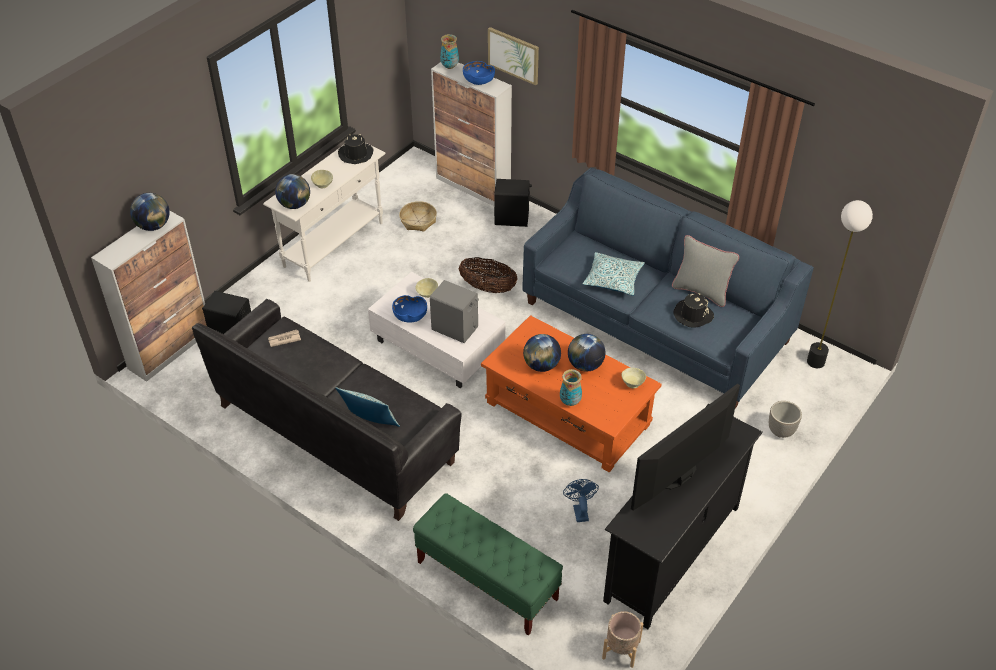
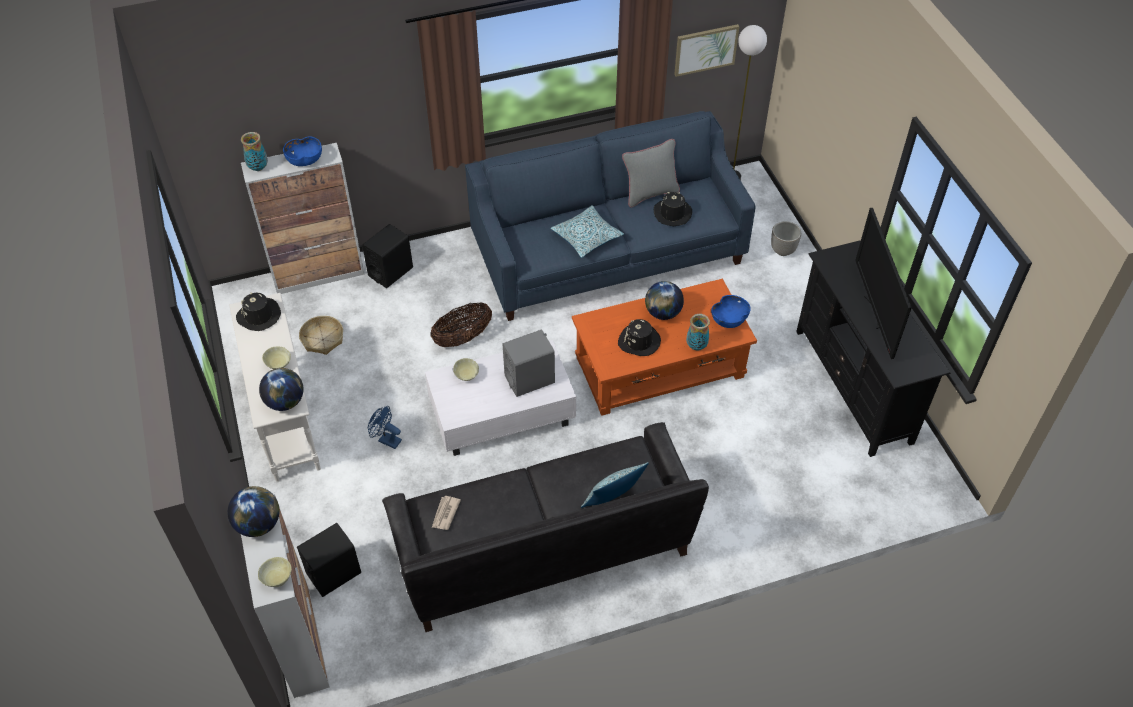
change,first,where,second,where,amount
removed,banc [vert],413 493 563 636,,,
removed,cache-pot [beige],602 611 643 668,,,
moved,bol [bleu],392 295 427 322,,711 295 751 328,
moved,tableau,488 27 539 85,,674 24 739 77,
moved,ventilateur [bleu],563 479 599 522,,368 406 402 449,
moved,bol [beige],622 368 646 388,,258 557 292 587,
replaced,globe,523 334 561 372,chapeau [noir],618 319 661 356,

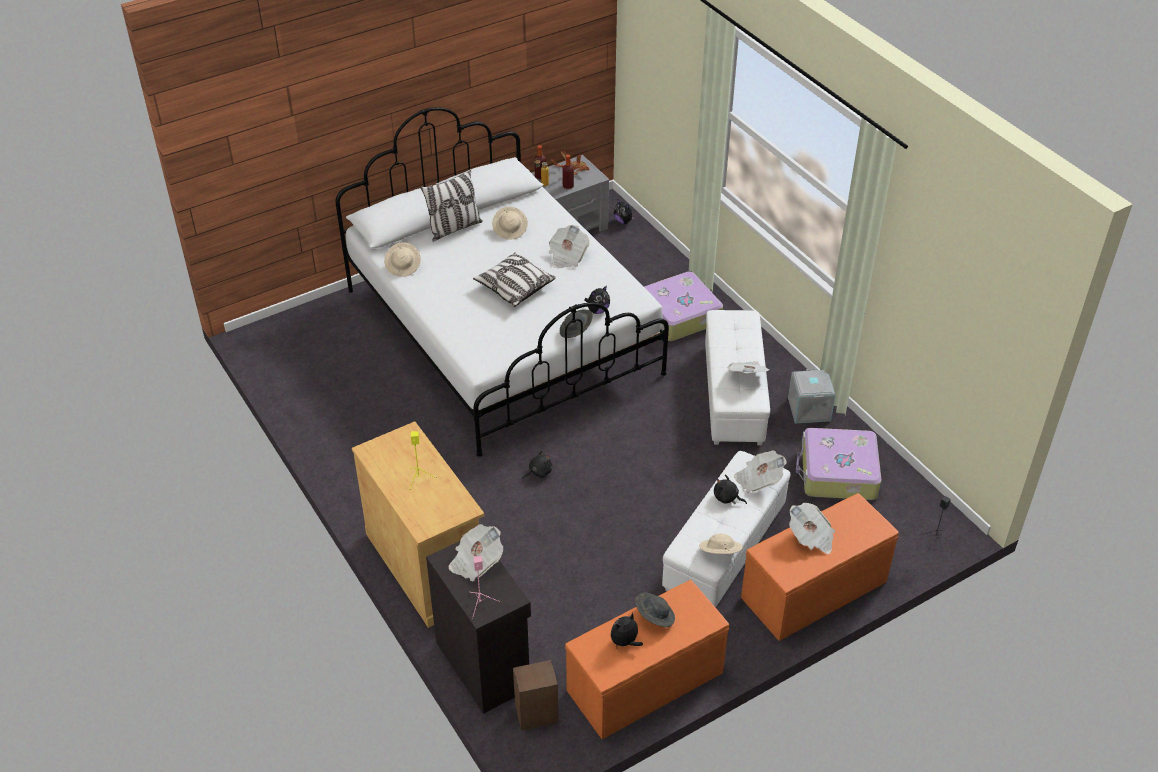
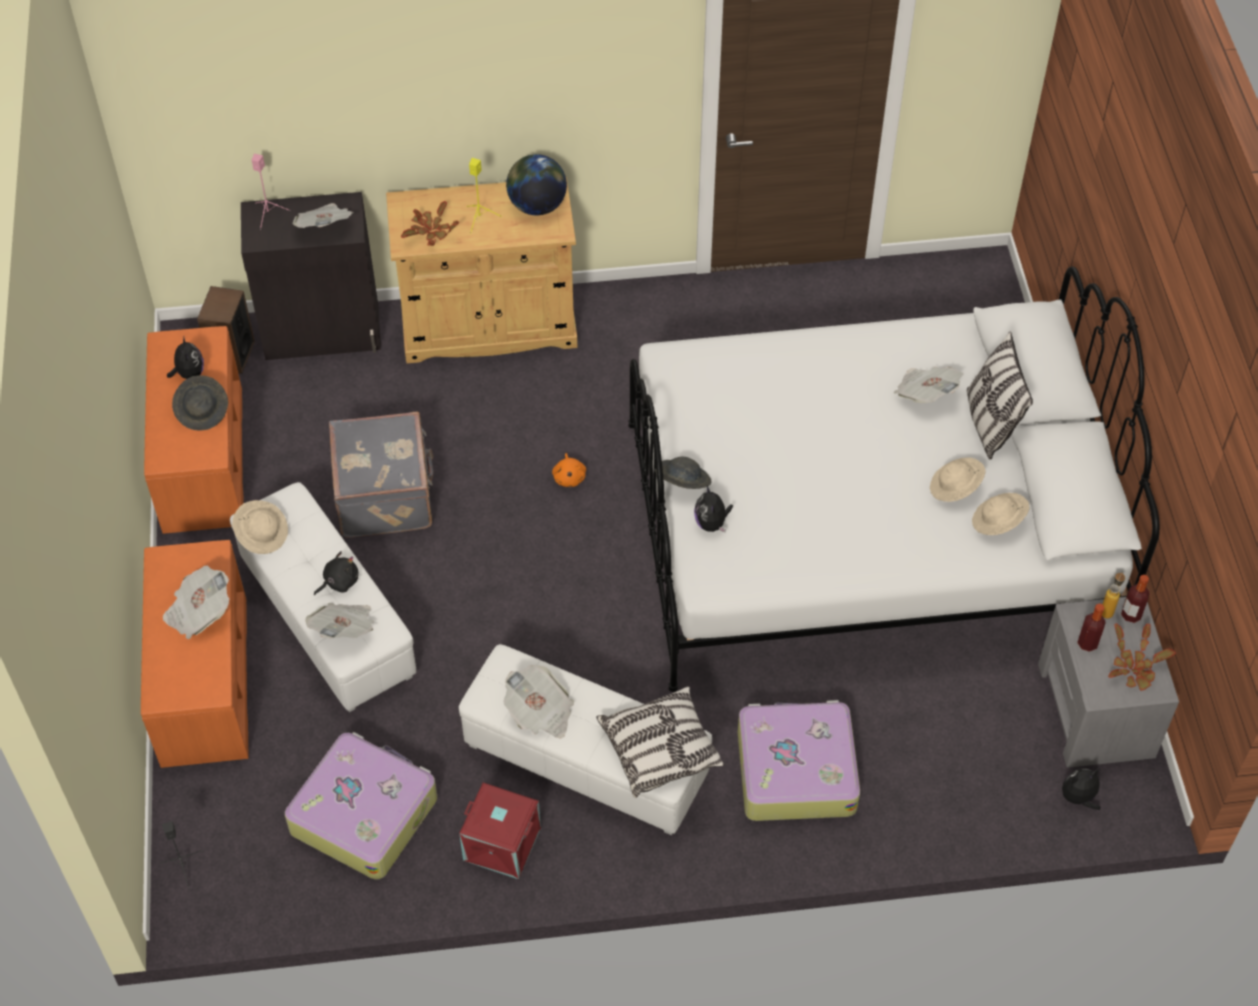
change,first,where,second,where,amount
added,,,valise [gris],329 412 434 538,
added,,,plante en pot,401 201 459 246,
added,,,globe,506 154 567 215,
moved,chapeau [beige],384 242 421 277,,972 493 1029 535,
moved,coussin,473 252 556 307,,596 686 725 798,
moved,journal,549 225 589 268,,894 367 963 403,
recoloured,peluche [noir],522 451 552 479,peluche [orange],552 453 586 487,
recoloured,boîte de rangement [gris],788 368 836 423,boîte de rangement [rouge],459 783 541 879,

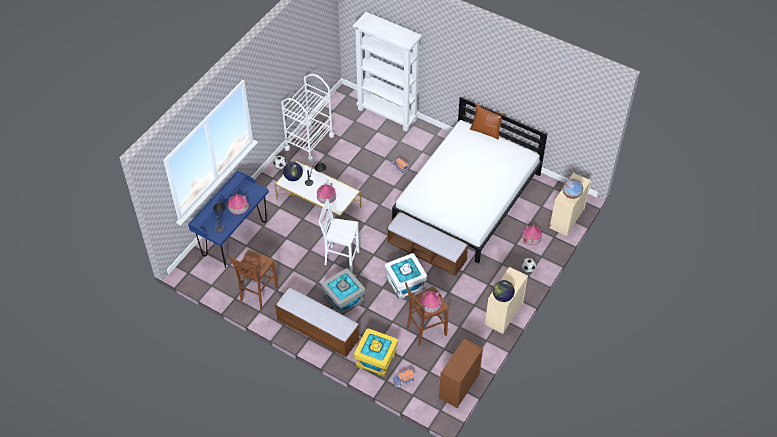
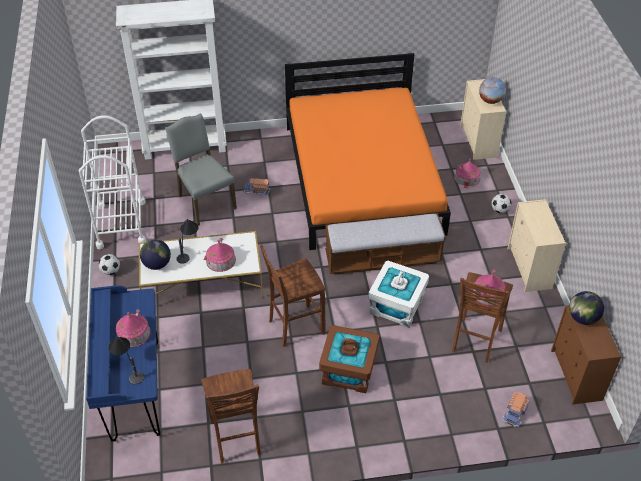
change,first,where,second,where,amount
removed,banc,274 288 360 357,,,
removed,boîte de rangement [jaune],354 328 398 377,,,
removed,coussin [marron],470 103 505 139,,,
added,,,chaise [gris],165 114 237 226,
moved,globe,493 280 515 302,,569 291 604 325,
recoloured,tabouret [blanc],318 199 360 272,tabouret [marron],260 244 326 347,
recoloured,boîte de rangement [gris],321 268 366 315,boîte de rangement [marron],319 325 379 393,
recoloured,lit [blanc],392 96 547 264,lit [orange],285 53 451 250,

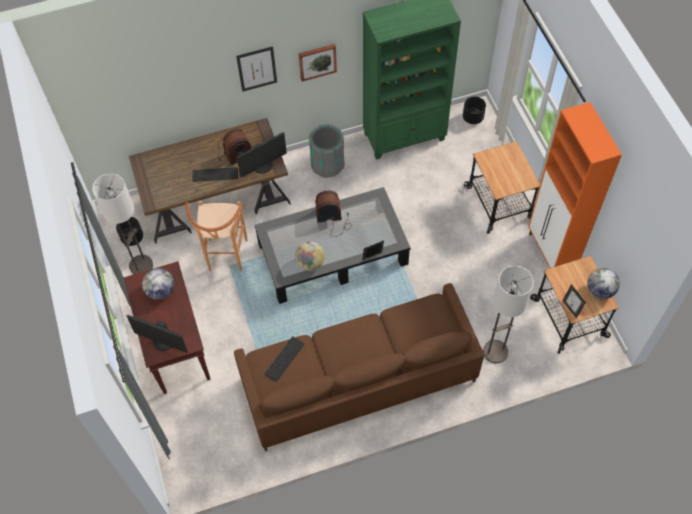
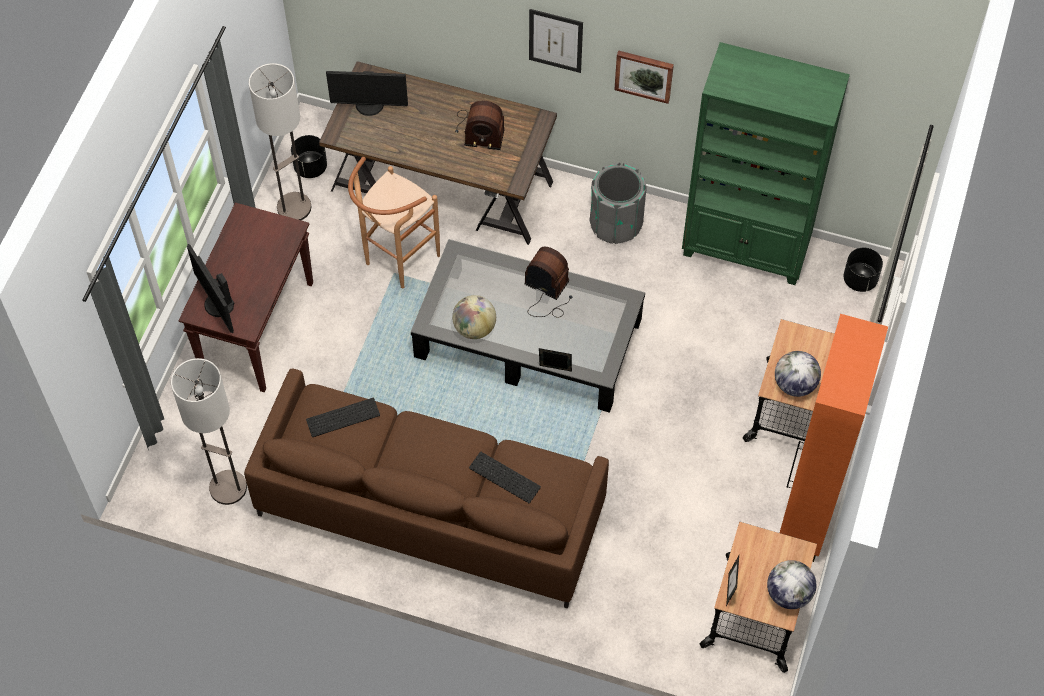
change,first,where,second,where,amount
moved,globe,142 268 174 300,,775 351 821 397,
moved,clavier,193 167 238 182,,469 452 541 503,
moved,écran d'ordinateur,237 132 287 177,,326 71 408 116,
moved,lampadaire,483 266 534 363,,171 358 247 505,

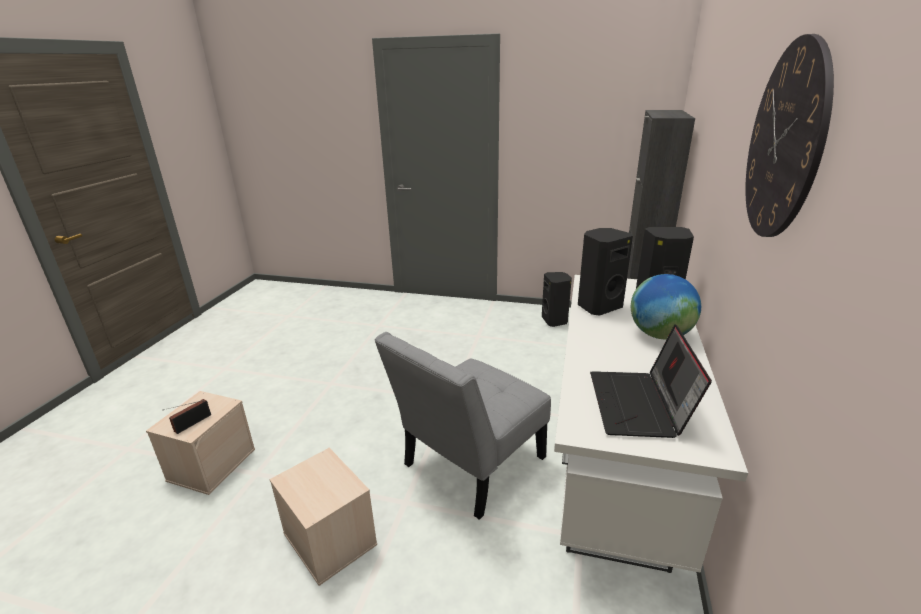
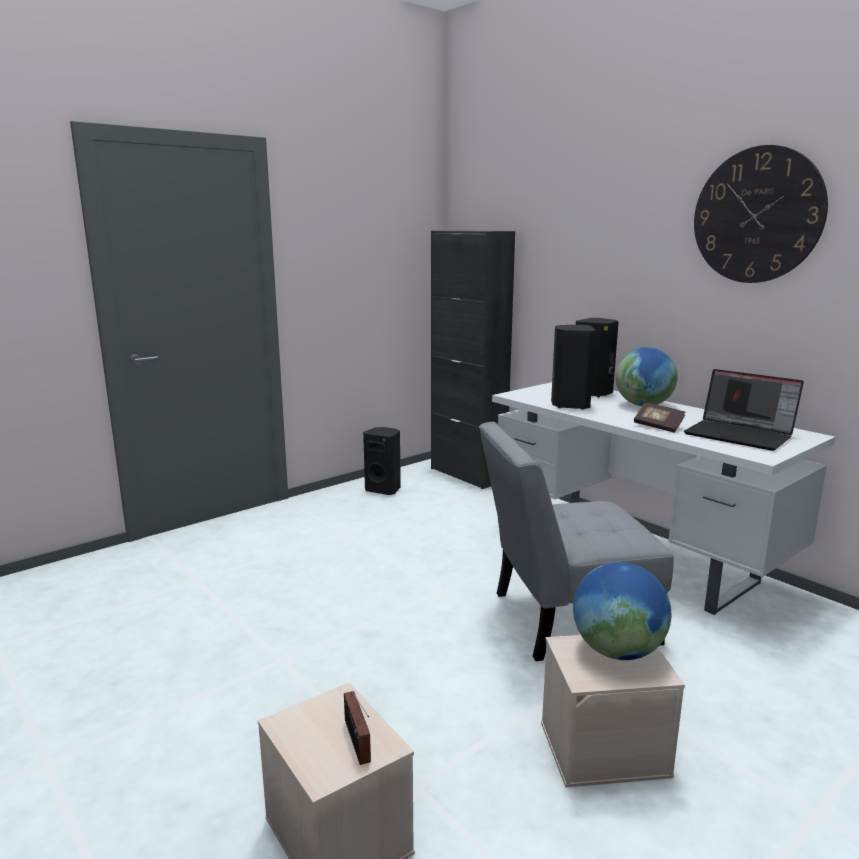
change,first,where,second,where,amount
added,,,globe,573 562 671 660,
added,,,livre,634 403 685 433,
turned,chaise [gris],374 332 551 520,,479 422 674 661,90 degrees clockwise

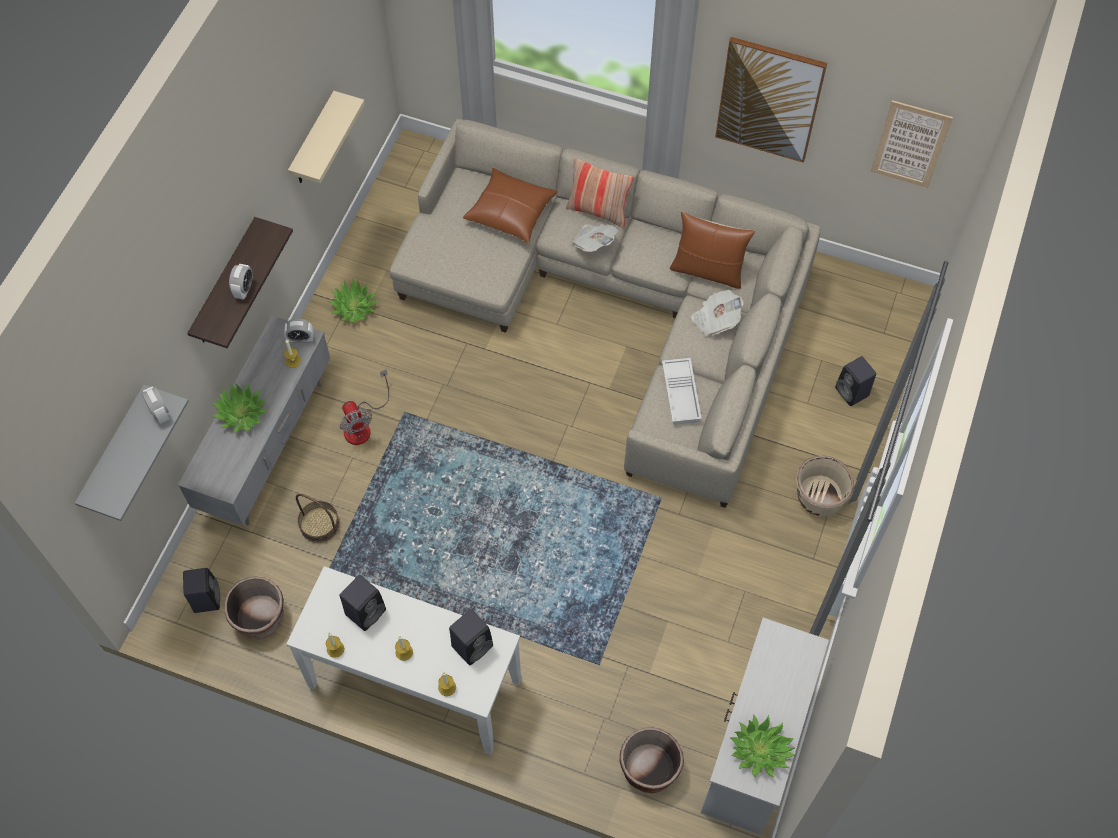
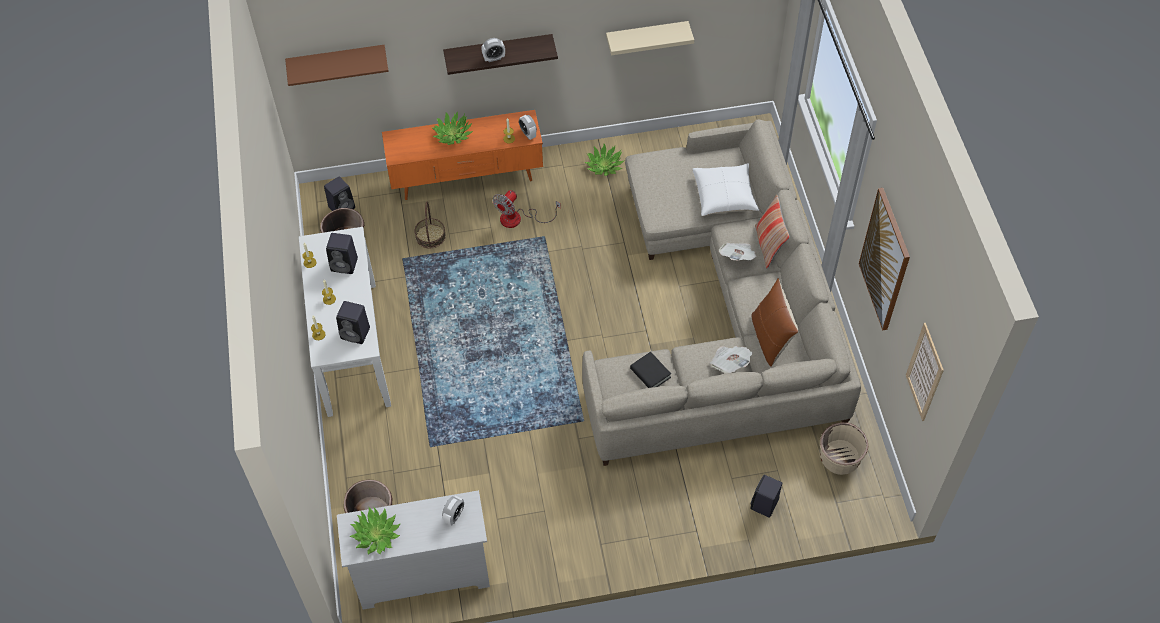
change,first,where,second,where,amount
moved,réveil,142 386 169 424,,442 496 464 526,
moved,cache-pot [beige],796 456 854 516,,820 422 869 475,
replaced,plateau [blanc],662 358 702 425,livre [noir],630 352 671 388,
recoloured,étagère [gris],75 385 189 521,étagère [marron],285 45 389 86,
recoloured,meuble télé [gris],178 316 330 525,meuble télé [orange],382 110 543 200,
recoloured,coussin [marron],463 168 558 243,coussin [blanc],692 163 759 216,

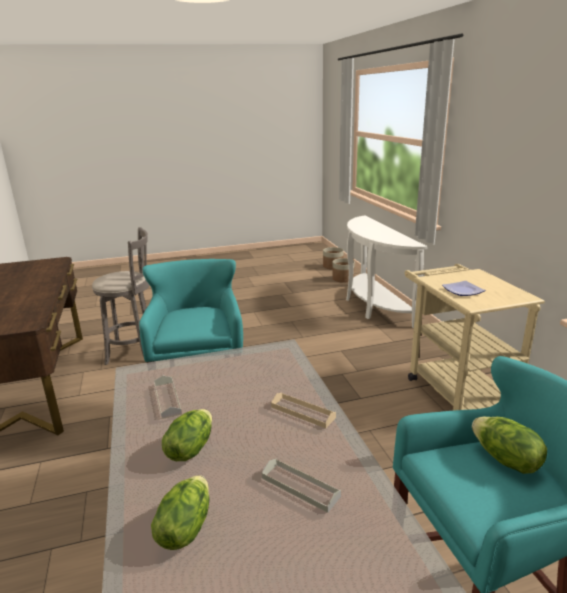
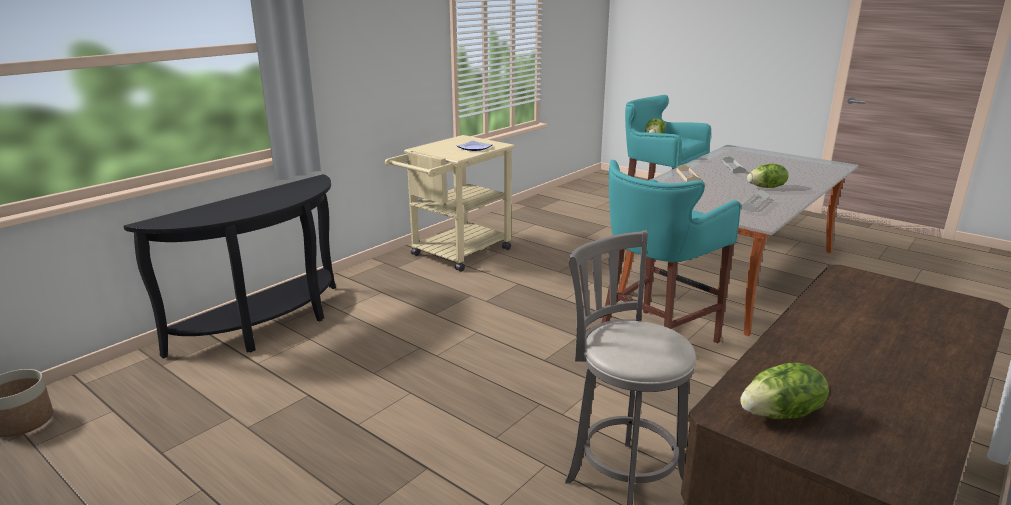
change,first,where,second,where,amount
removed,cache-pot,332 258 355 283,,,
moved,laitue,151 475 210 550,,740 363 829 419,
recoloured,table console [blanc],346 216 428 328,table console [noir],124 174 336 358,

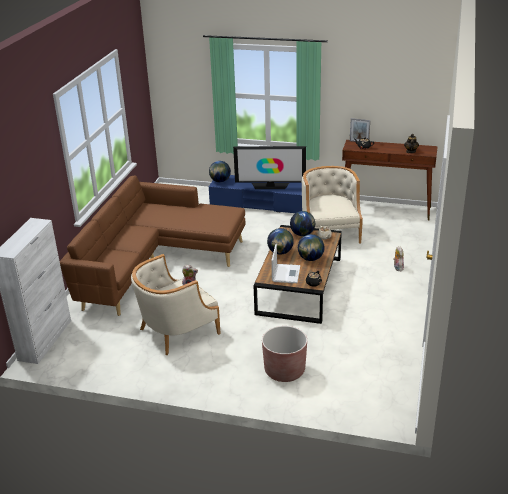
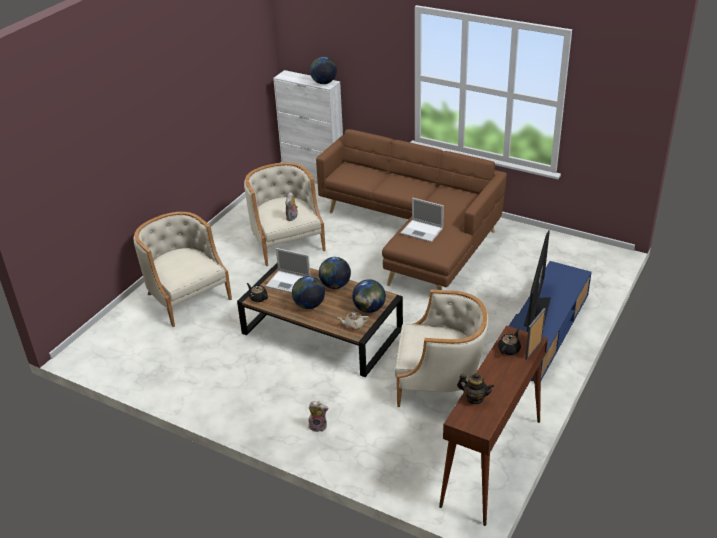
change,first,where,second,where,amount
added,,,ordinateur portable,400 198 444 242,
moved,globe,209 161 231 182,,310 57 337 84,
replaced,cache-pot [marron],262 326 307 382,fauteuil [beige],133 212 232 327,

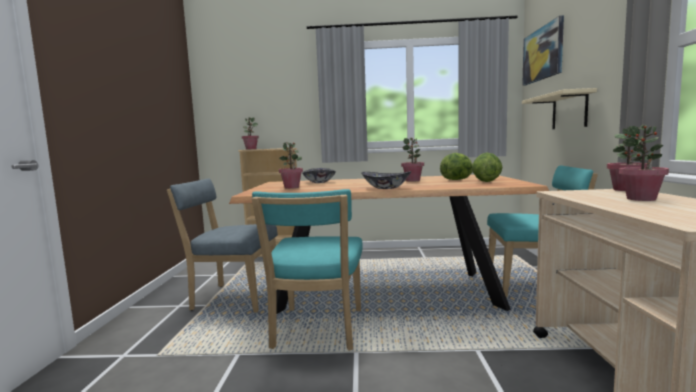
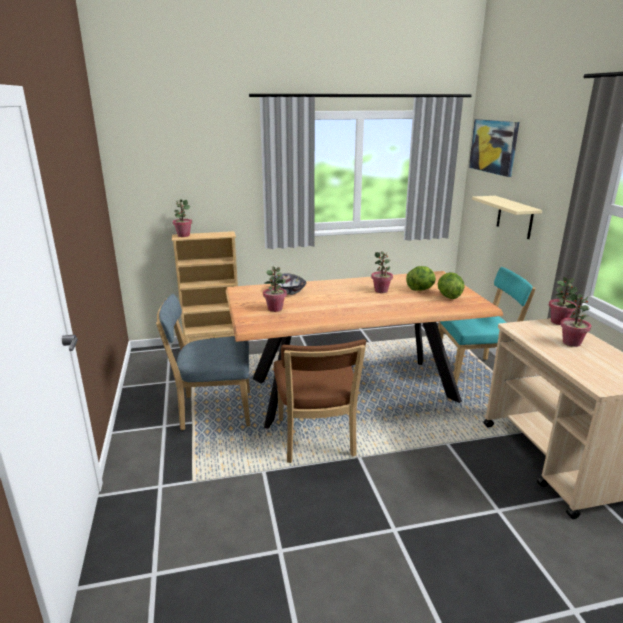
change,first,where,second,where,amount
removed,bol,361 171 411 189,,,
recoloured,chaise [turquoise],252 189 363 351,chaise [marron],274 339 366 463,

